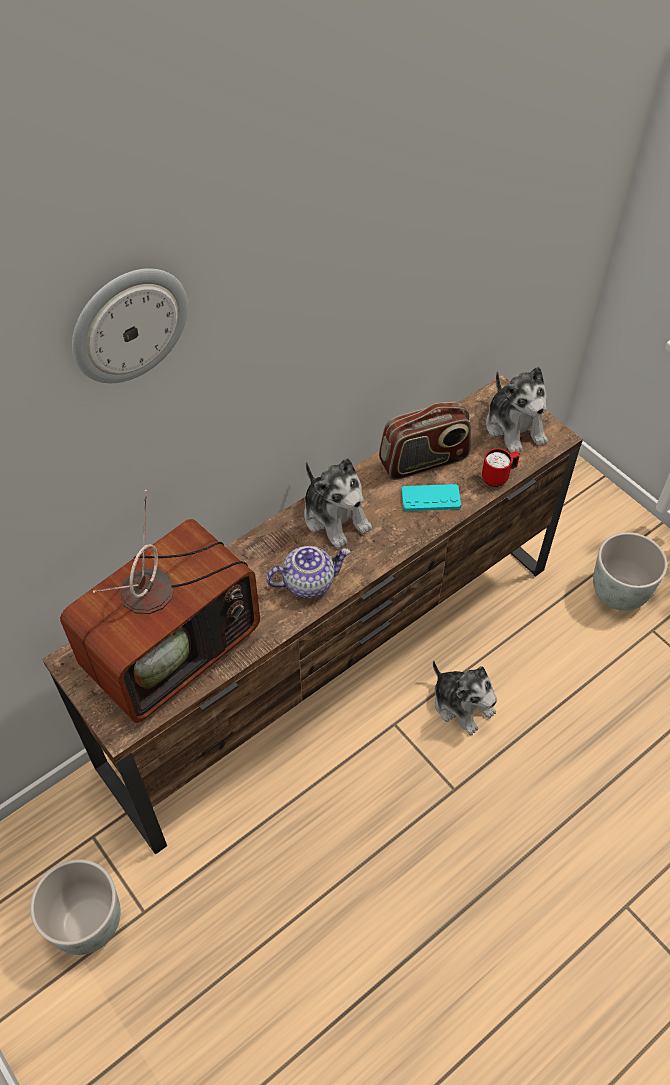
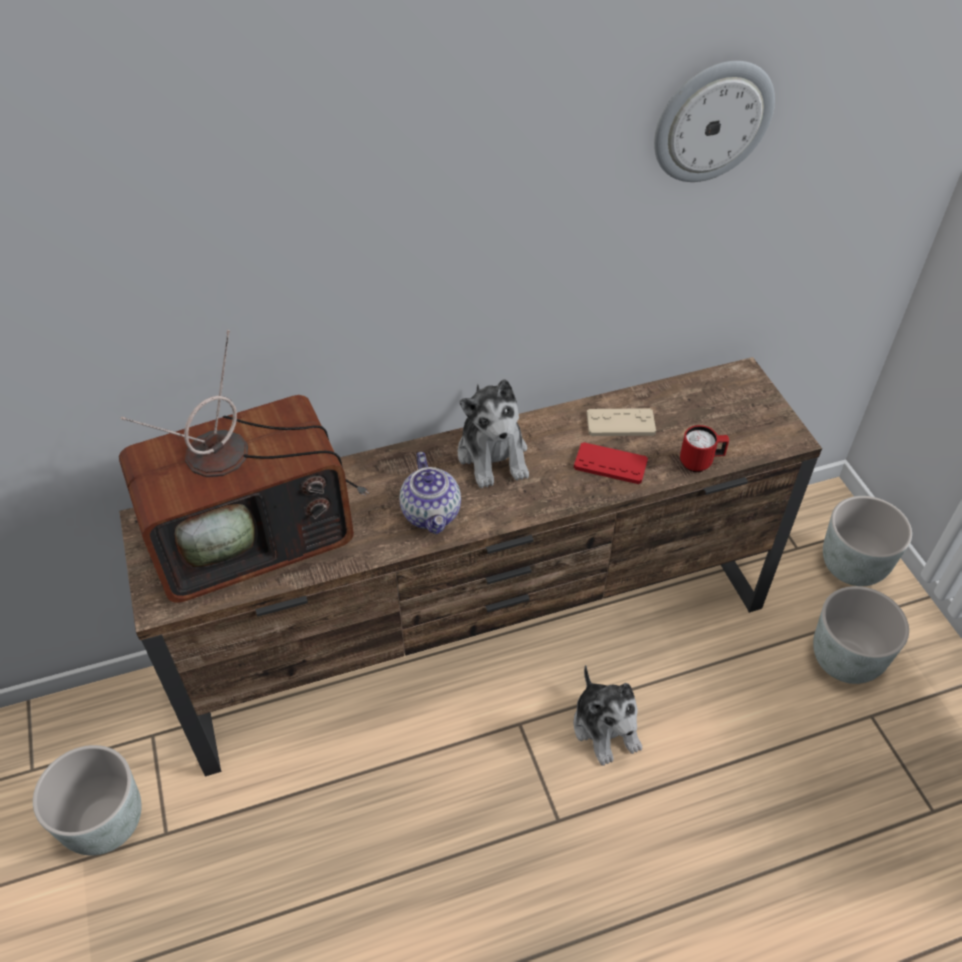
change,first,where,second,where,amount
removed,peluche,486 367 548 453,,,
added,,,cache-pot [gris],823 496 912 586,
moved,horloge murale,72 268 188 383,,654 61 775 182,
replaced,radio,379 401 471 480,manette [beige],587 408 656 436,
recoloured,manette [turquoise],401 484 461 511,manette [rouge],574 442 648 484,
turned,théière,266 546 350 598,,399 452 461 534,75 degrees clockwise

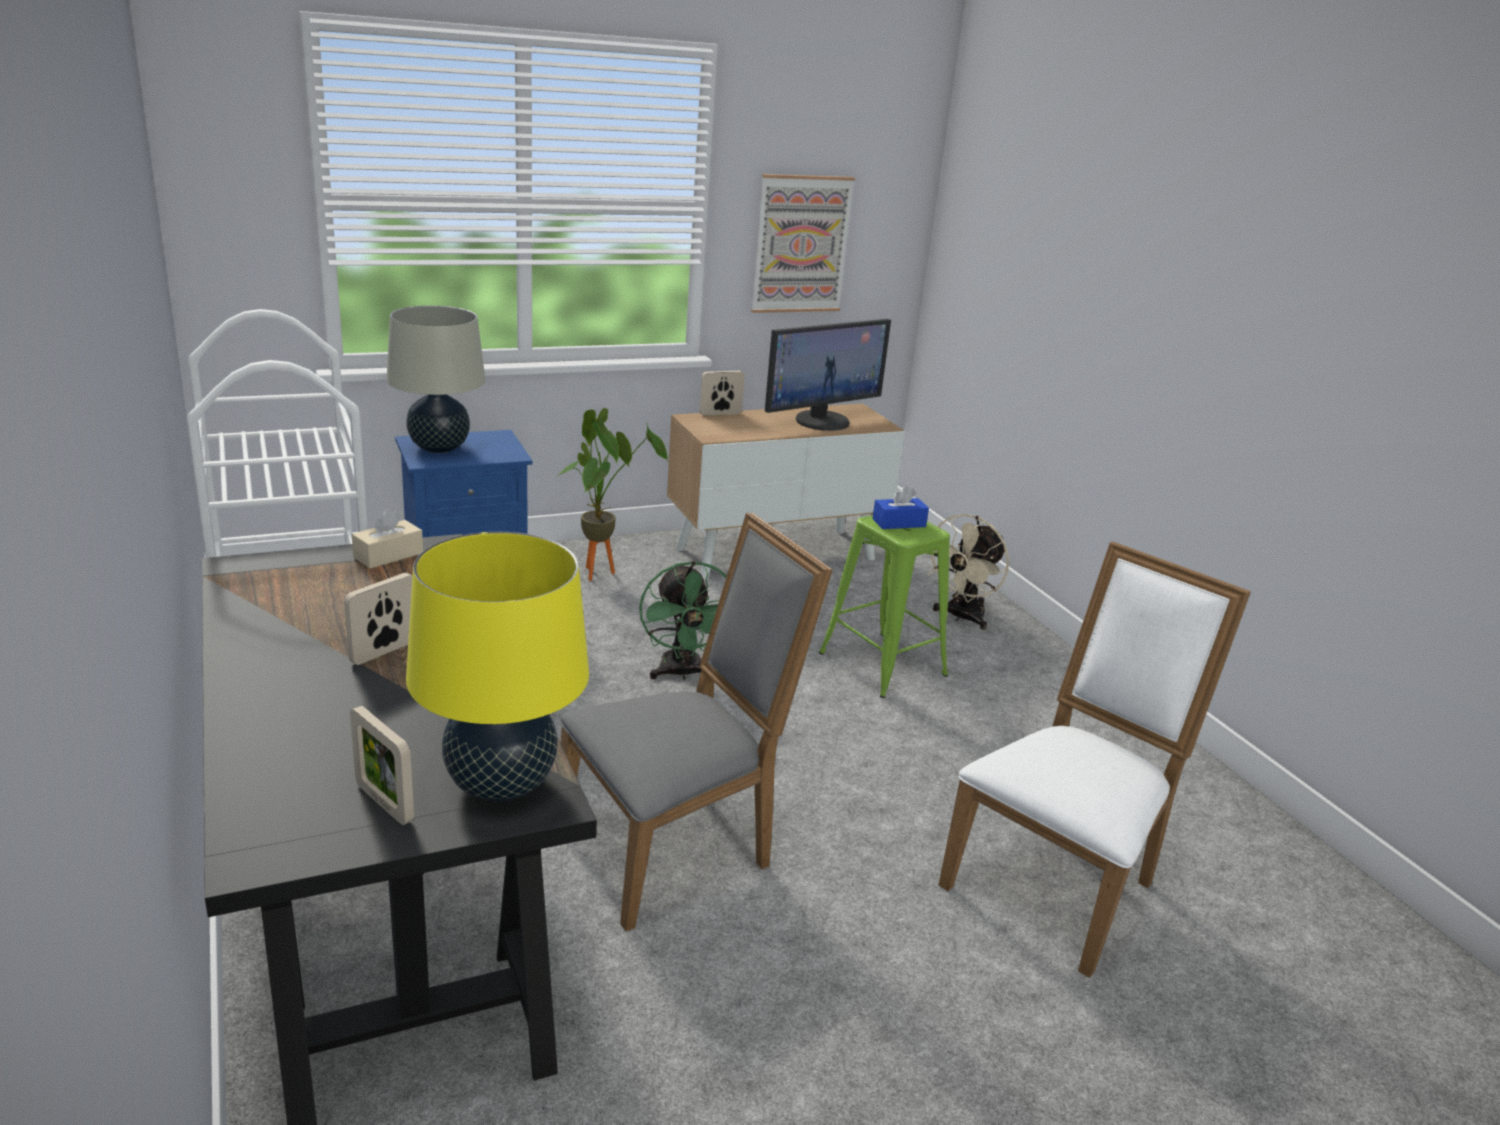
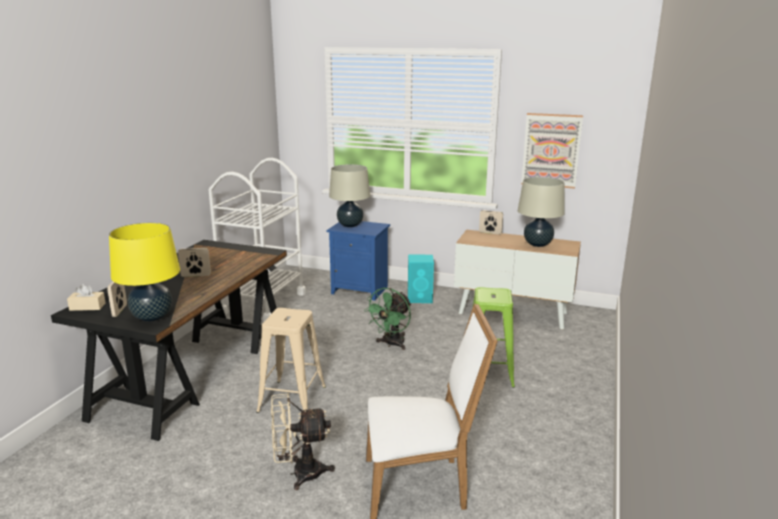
change,first,where,second,where,amount
removed,boîte à mouchoirs [bleu],872 485 929 529,,,
moved,boîte à mouchoirs [beige],352 509 423 569,,67 284 106 311,
moved,ventilateur [beige],927 514 1009 630,,271 393 335 490,
replaced,plante en pot,556 408 669 581,enceinte [turquoise],408 255 434 303,
replaced,chaise [gris],560 512 833 931,tabouret [beige],256 308 326 413,
replaced,écran d'ordinateur,765 319 891 431,lampe de table [beige],518 177 565 247,

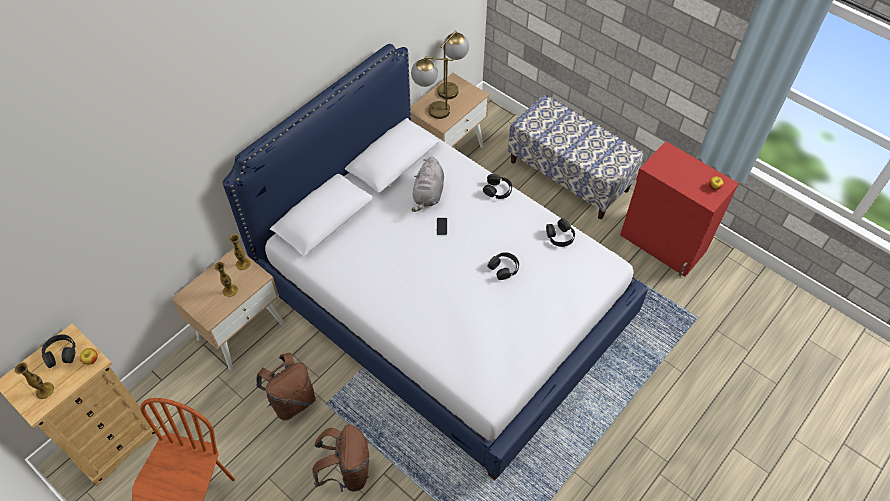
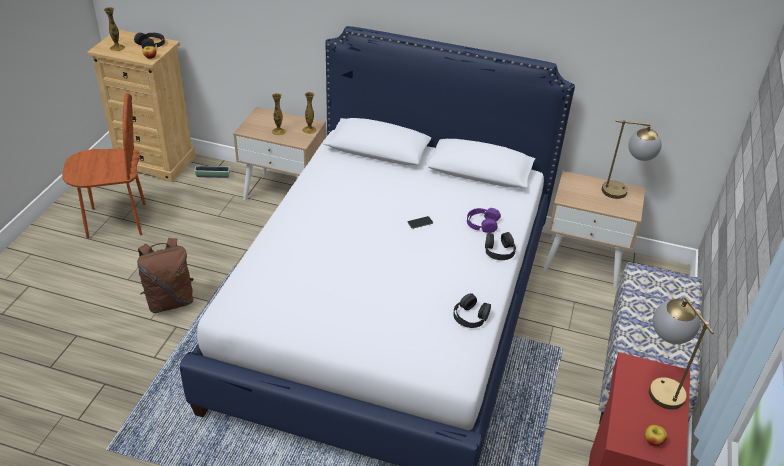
change,first,where,second,where,amount
removed,sac à dos [marron],256 353 316 421,,,
removed,peluche [gris],411 157 444 212,,,
removed,casque audio [noir],487 252 519 280,,,
added,,,cache-pot,194 166 230 178,
added,,,casque audio [violet],467 208 501 233,
moved,lampe de table,411 57 454 119,,649 297 714 410,

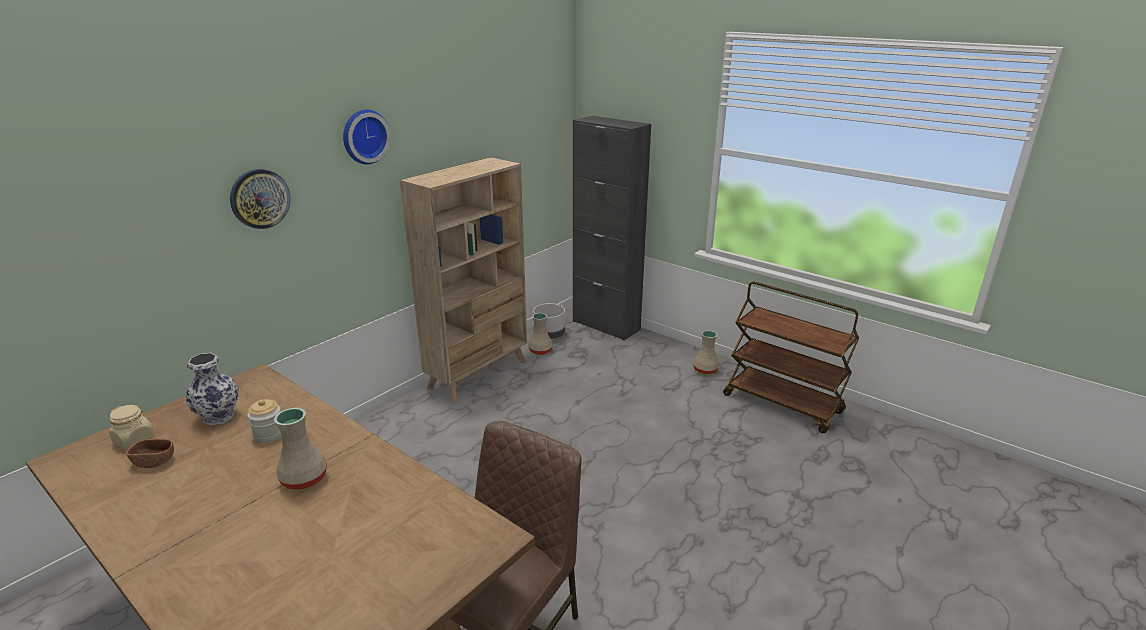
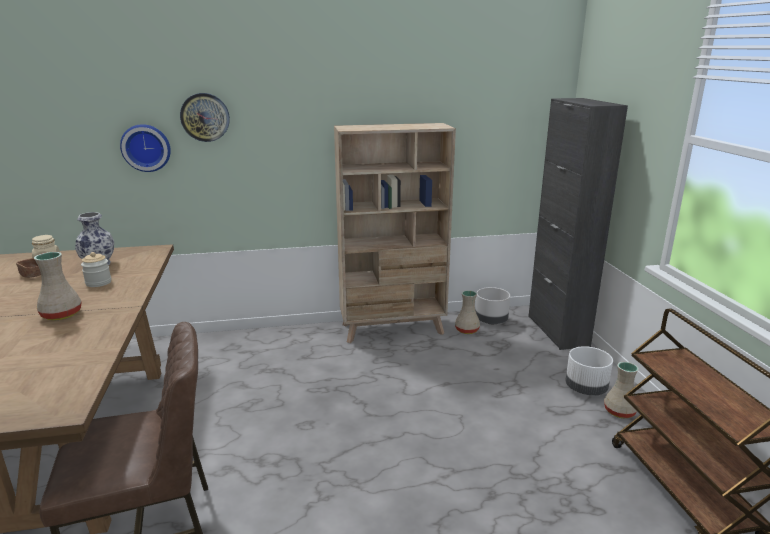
change,first,where,second,where,amount
added,,,cache-pot [blanc],565 346 613 396,
moved,horloge murale,343 109 391 164,,120 124 171 172,

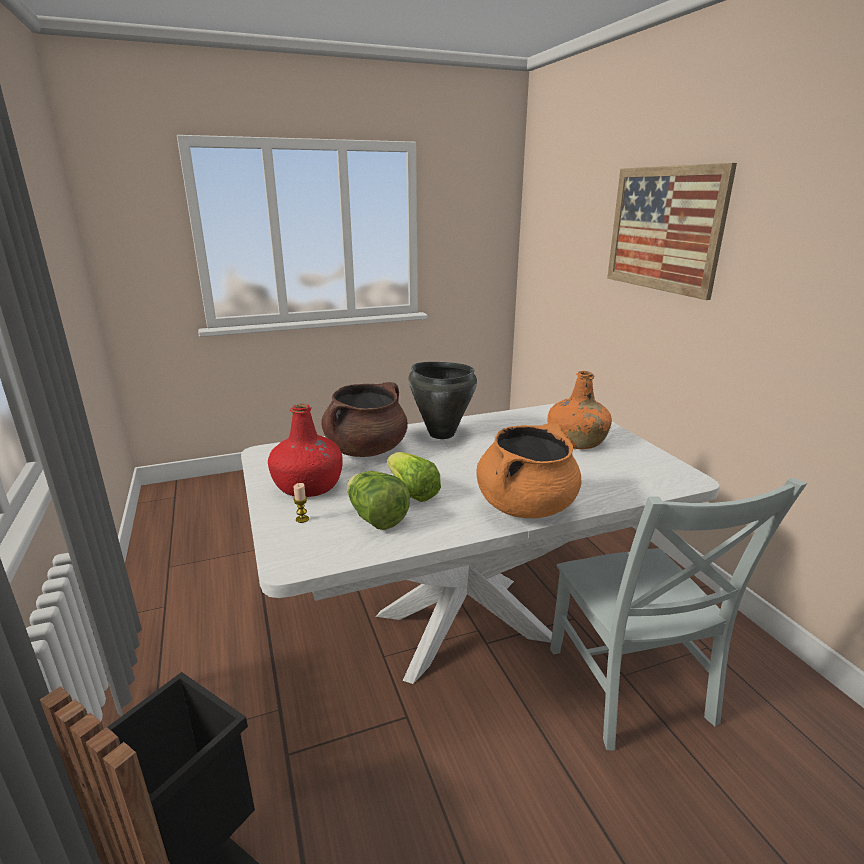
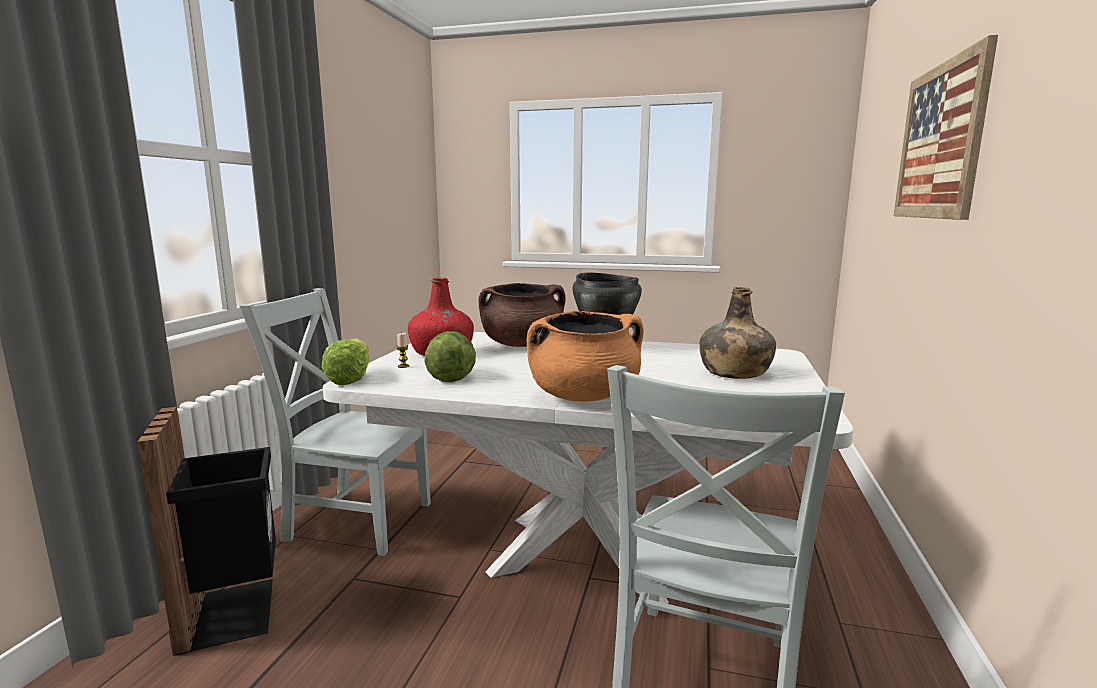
change,first,where,second,where,amount
added,,,chaise [gris],239 288 431 556,
moved,laitue,387 452 441 502,,321 338 370 385,
recoloured,bouteille [orange],548 371 612 449,bouteille [vert],699 287 776 379,

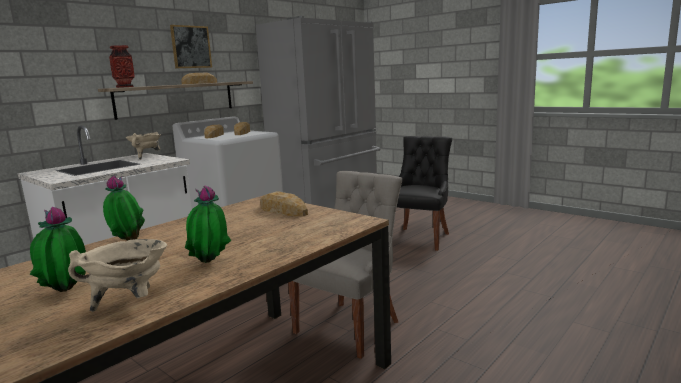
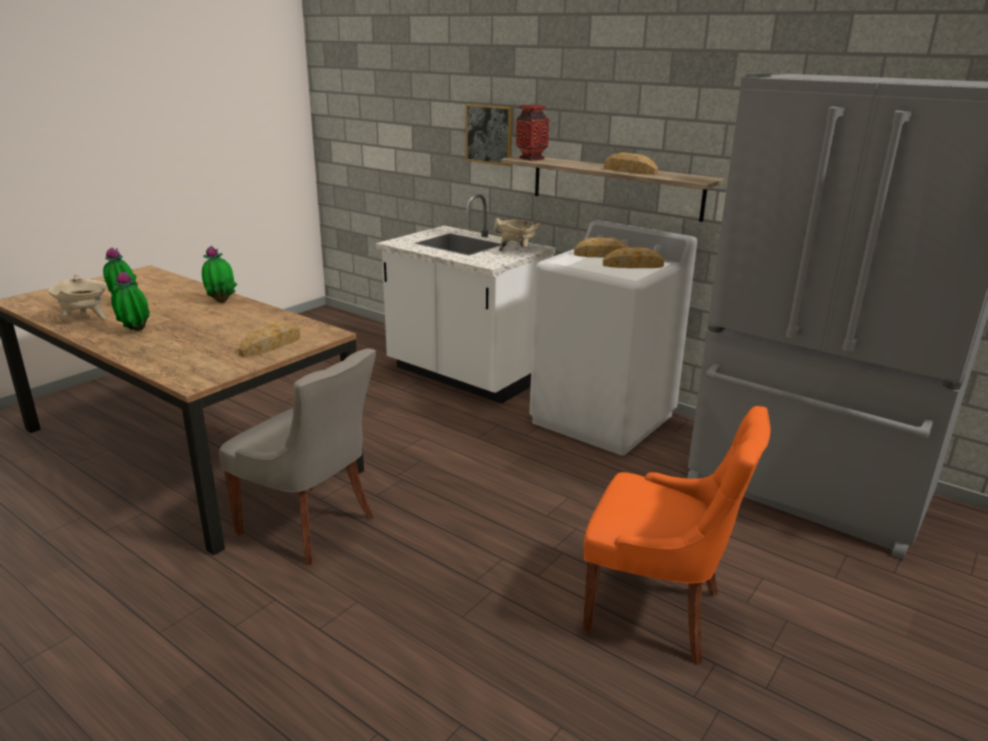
change,first,where,second,where,amount
moved,tableau,170 25 212 68,,466 104 513 166,
recoloured,chaise [noir],397 136 452 251,chaise [orange],583 406 771 664,

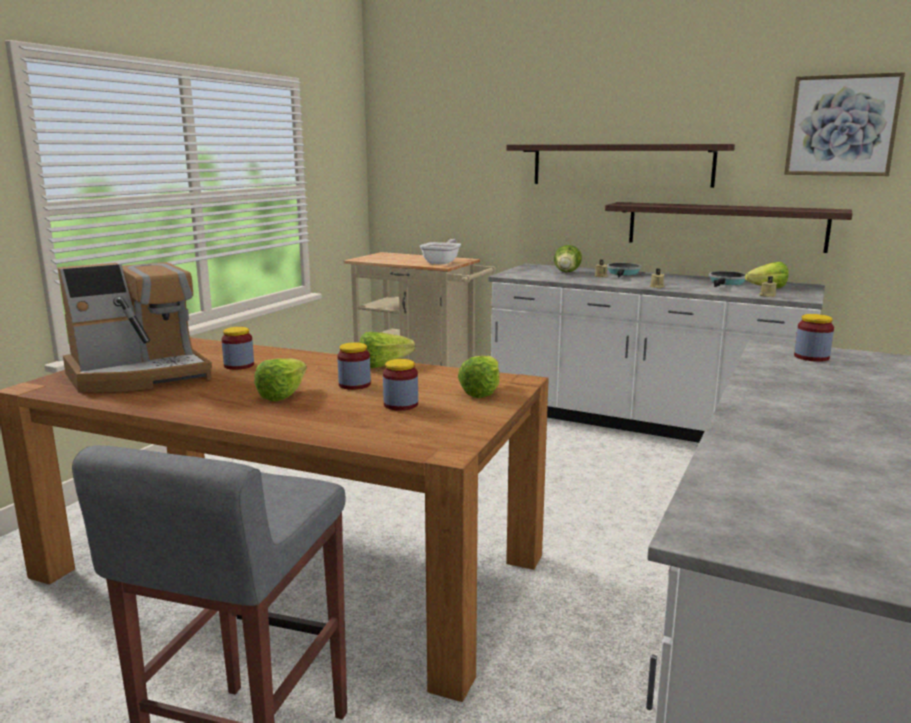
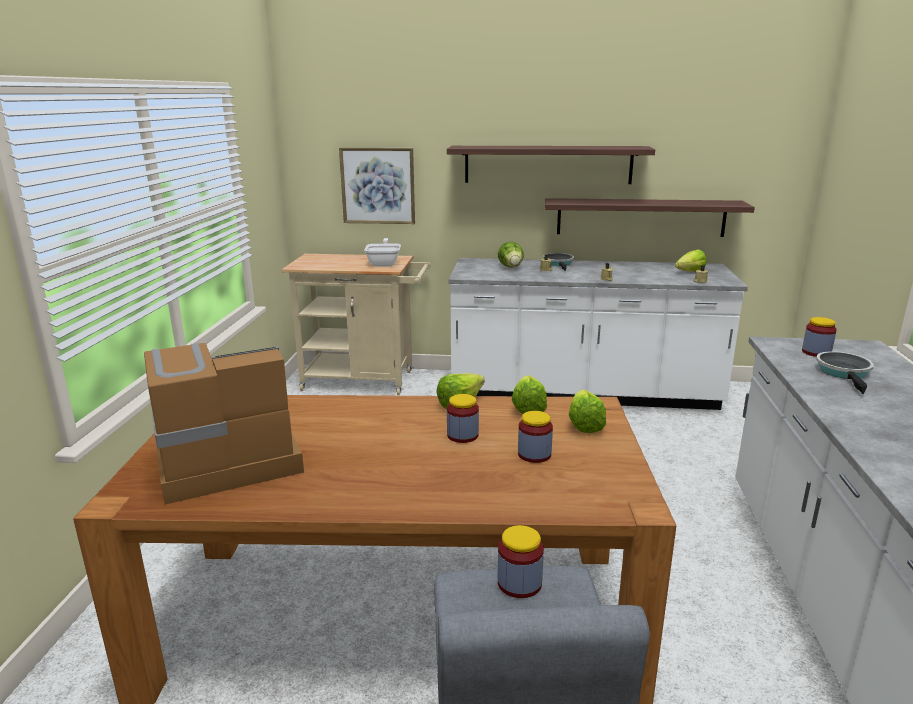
change,first,where,second,where,amount
moved,bocal,221 327 254 370,,498 525 544 598,
moved,laitue,254 358 307 401,,512 375 547 414,
moved,poêle,709 271 746 287,,816 351 874 394,
moved,tableau,784 72 905 176,,339 148 415 224,
turned,machine à café,58 262 212 392,,144 343 304 505,150 degrees counterclockwise

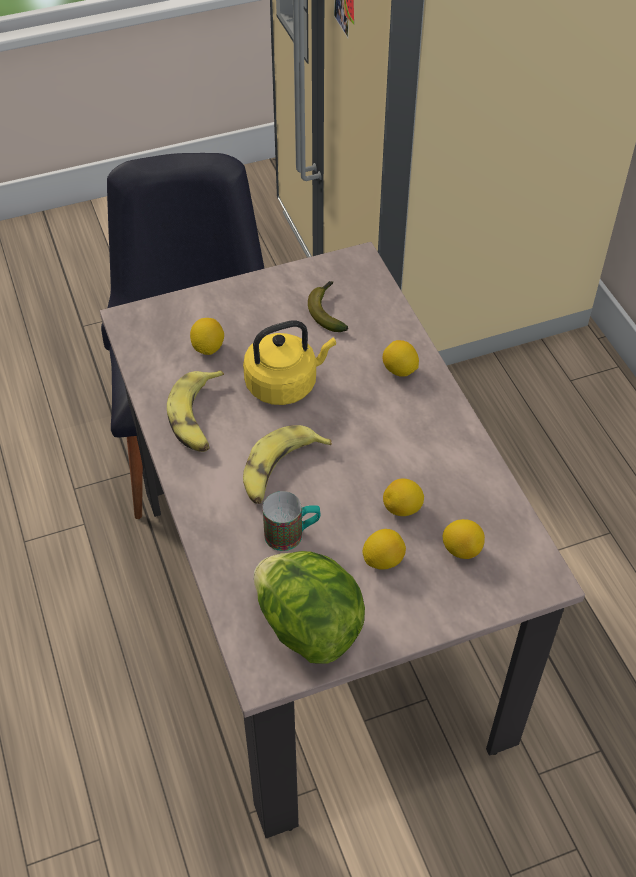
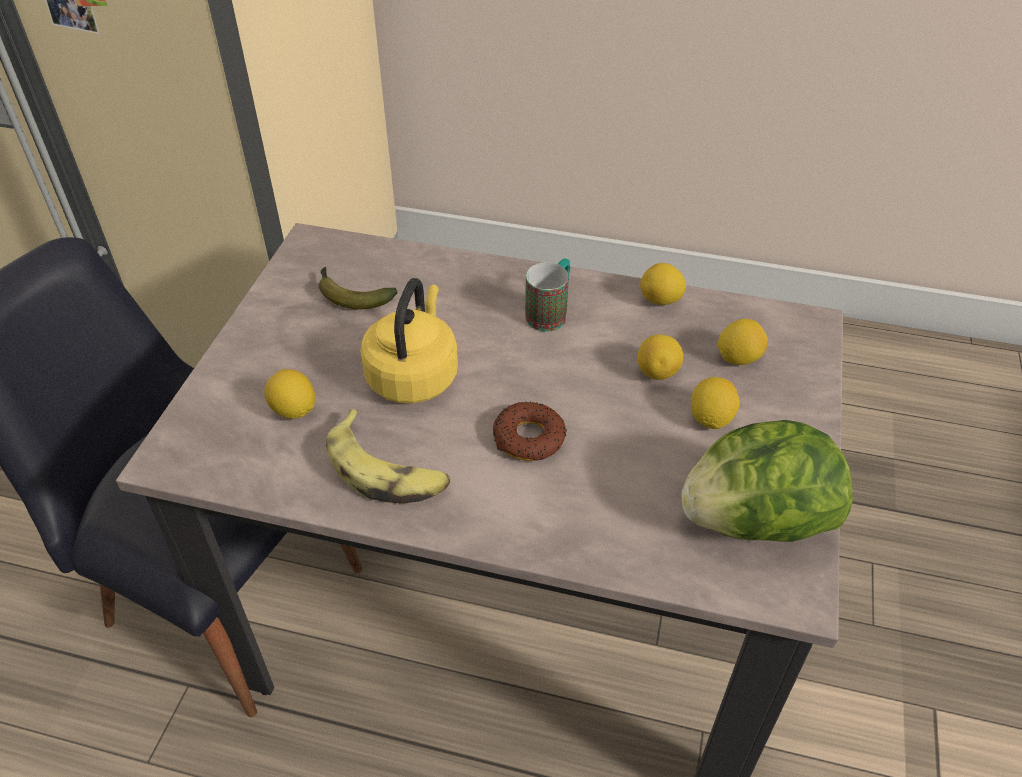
change,first,where,second,where,amount
moved,mug,263 491 320 551,,525 258 570 332,
moved,citron,383 340 419 377,,640 263 686 305,
replaced,banane,243 425 332 504,beignet,493 402 567 461,

